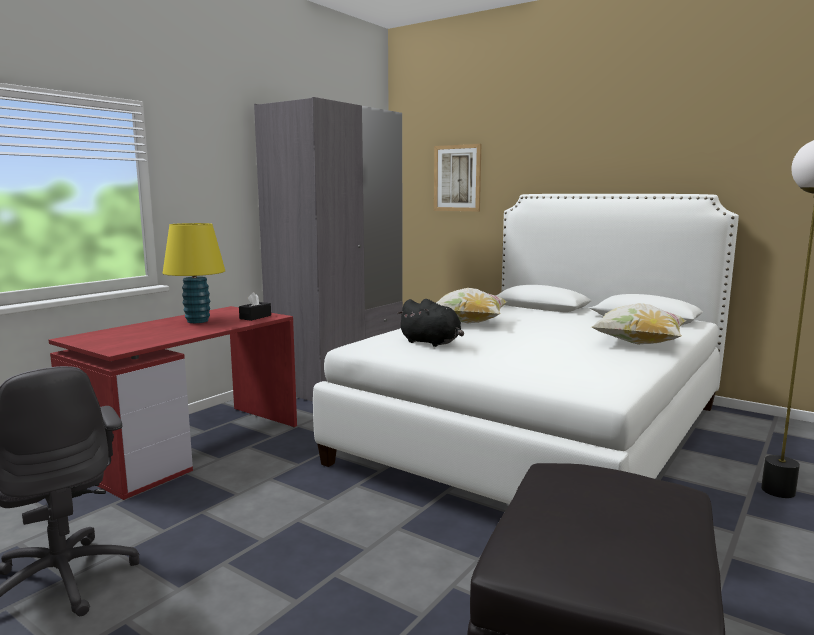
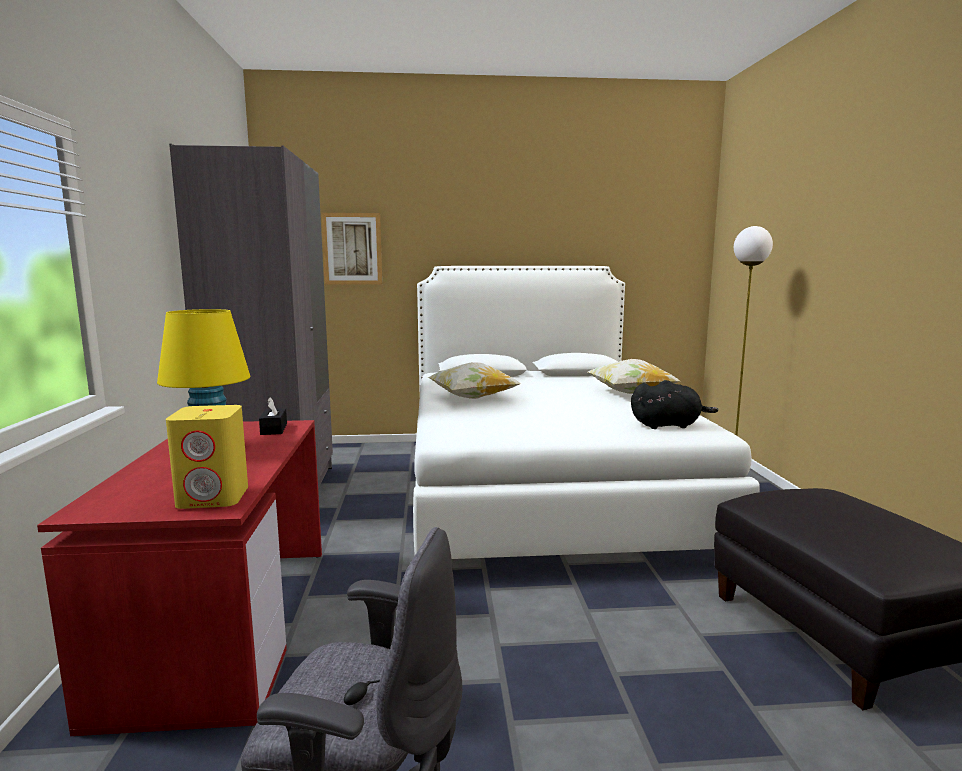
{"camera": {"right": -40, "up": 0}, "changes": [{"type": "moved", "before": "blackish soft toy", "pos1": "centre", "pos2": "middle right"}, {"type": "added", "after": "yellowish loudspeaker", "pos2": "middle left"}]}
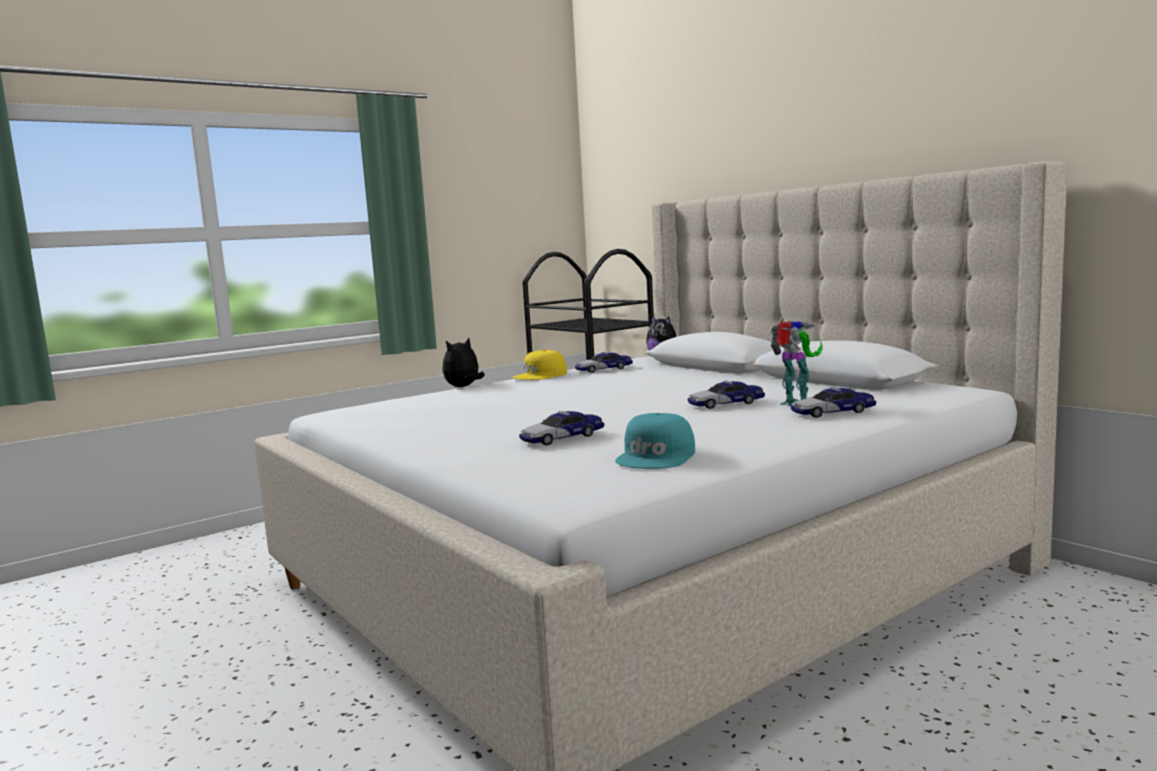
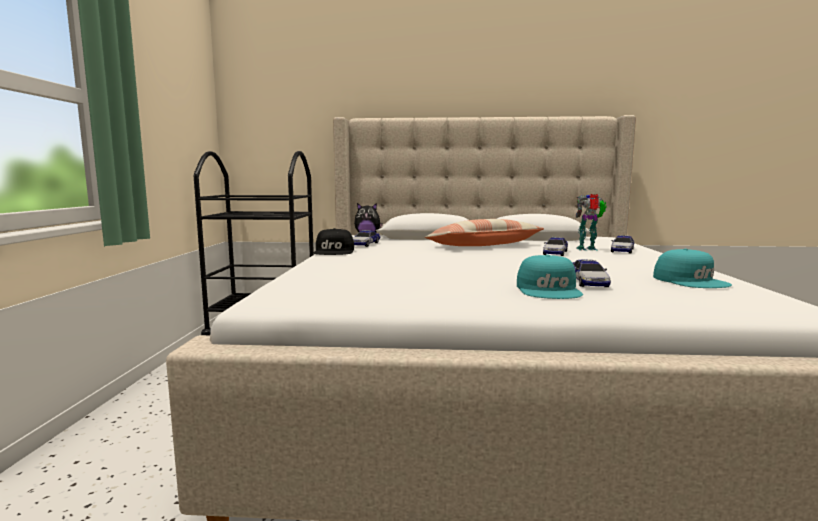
{"camera": {"right": -50, "up": 0}, "changes": [{"type": "removed", "before": "soft toy (1st from left)", "pos1": "centre"}, {"type": "recoloured", "before": "yellowish baseball cap", "after": "blackish baseball cap", "pos1": "centre", "pos2": "centre"}, {"type": "added", "after": "throw pillow", "pos2": "centre"}, {"type": "added", "after": "turquoise baseball cap (1st from left)", "pos2": "middle right"}]}
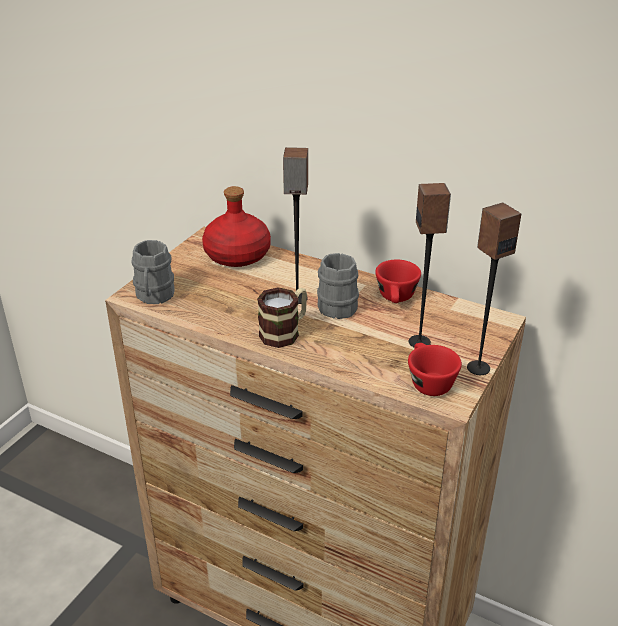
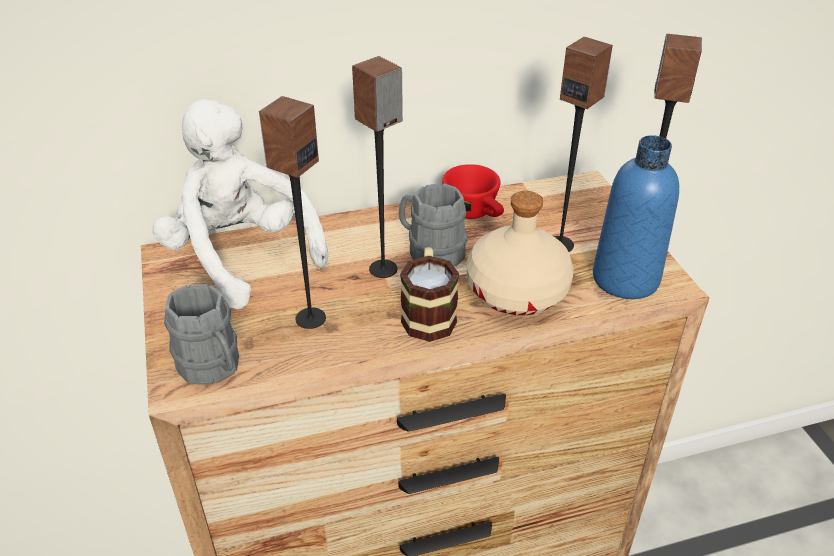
{"camera": {"right": -45, "up": 5}, "changes": [{"type": "replaced", "before": "red beverage bottle", "after": "white soft toy", "pos1": "centre", "pos2": "middle left"}, {"type": "replaced", "before": "red cup (2nd from left)", "after": "blue beverage bottle", "pos1": "middle right", "pos2": "middle right"}, {"type": "added", "after": "loudspeaker (1st from left)", "pos2": "centre"}, {"type": "added", "after": "beige beverage bottle", "pos2": "centre"}]}
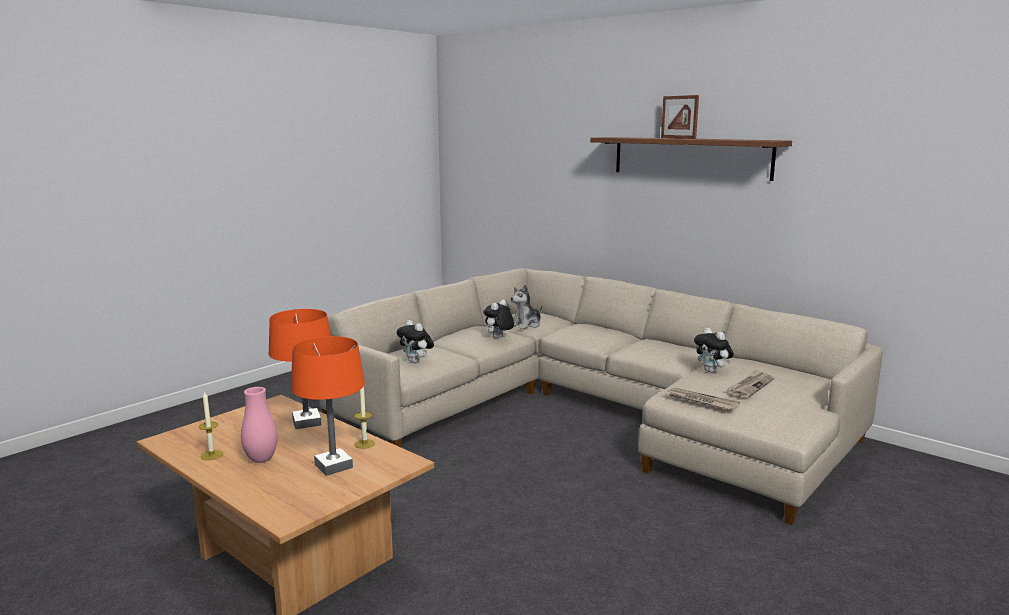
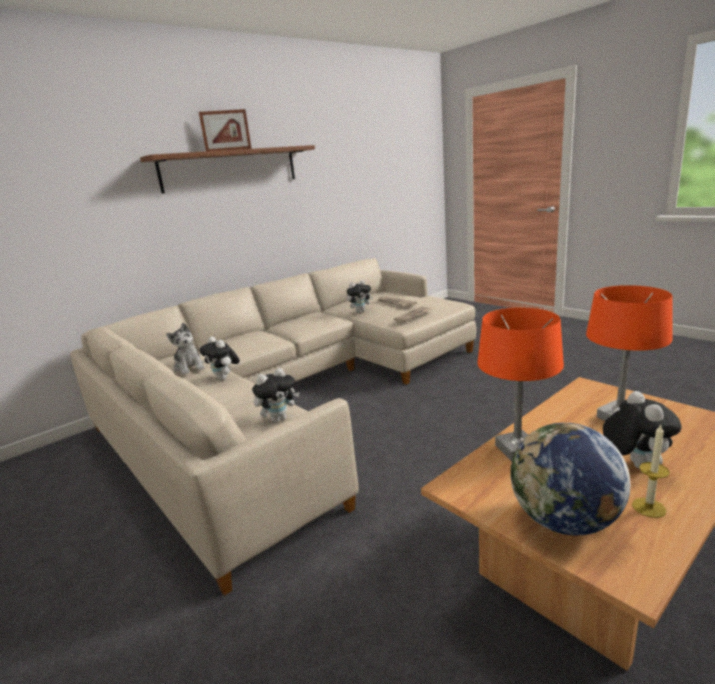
{"camera": {"right": -80, "up": 5}, "changes": [{"type": "removed", "before": "wax light (2nd from left)", "pos1": "bottom centre"}, {"type": "replaced", "before": "pink-coloured vase", "after": "soft toy (5th from left)", "pos1": "bottom left", "pos2": "middle right"}, {"type": "added", "after": "globe", "pos2": "bottom right"}]}
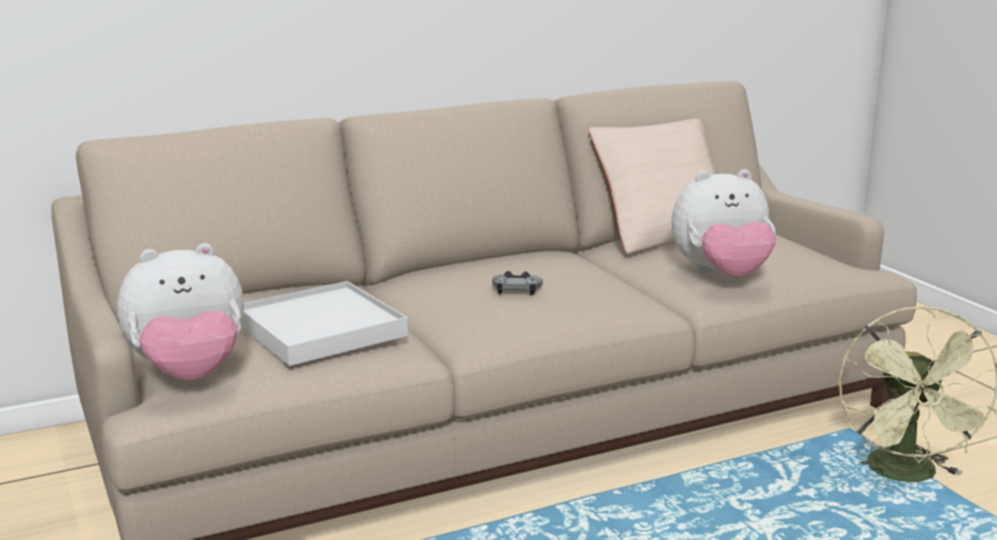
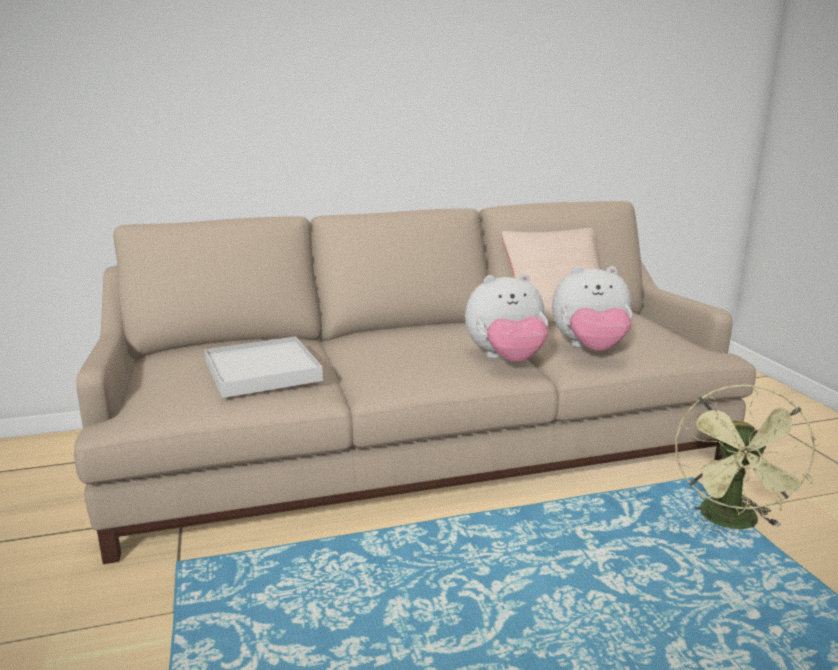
{"camera": {"right": 10, "up": 0}, "changes": [{"type": "moved", "before": "soft toy (1st from left)", "pos1": "middle left", "pos2": "centre"}, {"type": "removed", "before": "gray gamepad", "pos1": "centre"}]}
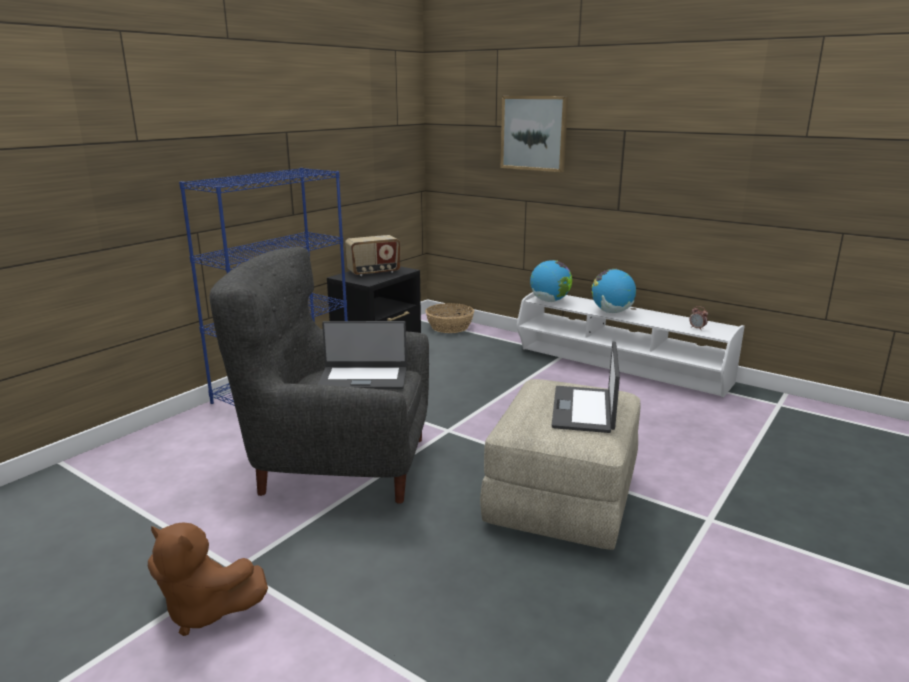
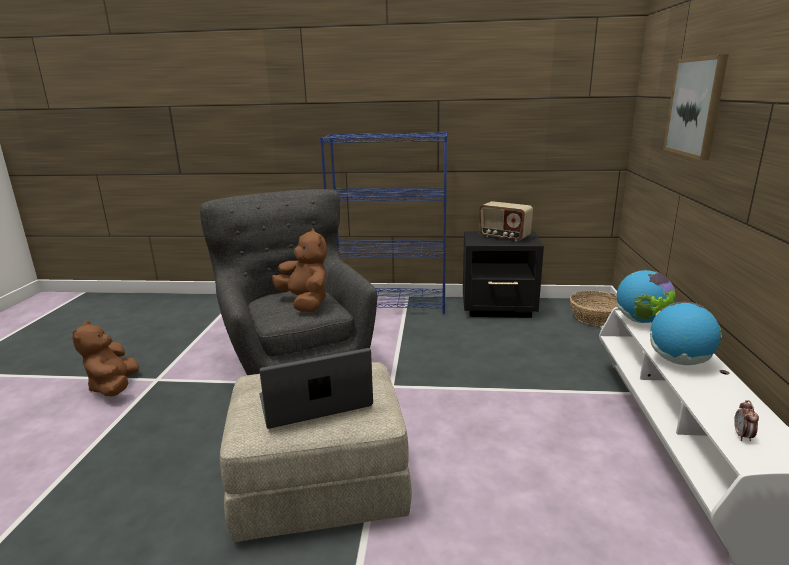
{"camera": {"right": 60, "up": 0}, "changes": [{"type": "replaced", "before": "portable computer (1st from left)", "after": "brownish soft toy (2nd from left)", "pos1": "centre", "pos2": "centre"}]}
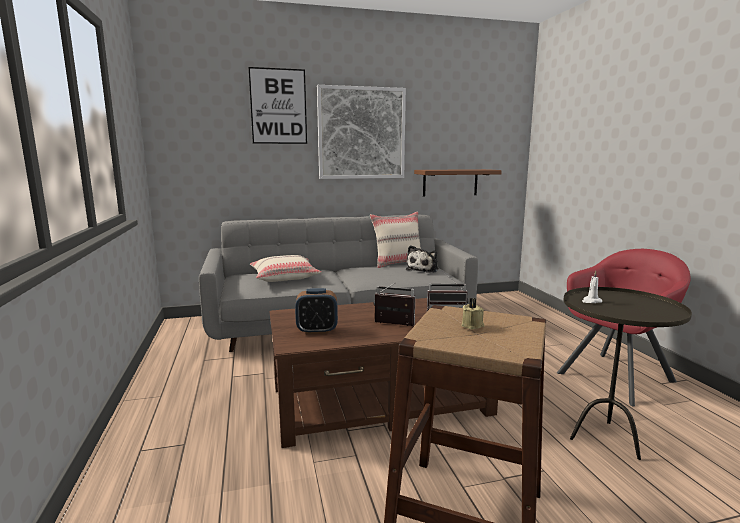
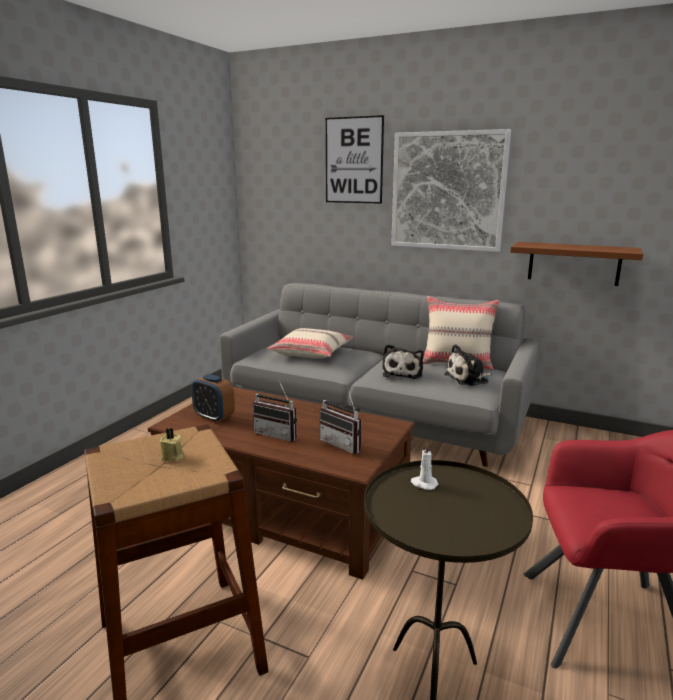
{"camera": {"right": 40, "up": 5}, "changes": [{"type": "turned", "before": "radio (1st from left)", "pos1": "centre", "pos2": "centre", "turn": 150}, {"type": "added", "after": "soft toy (1st from left)", "pos2": "centre"}]}
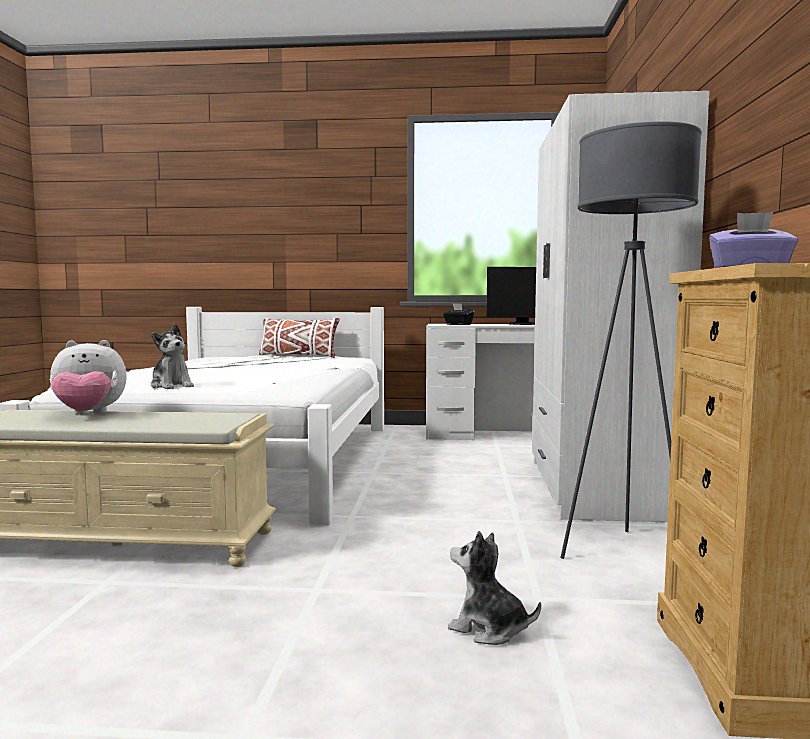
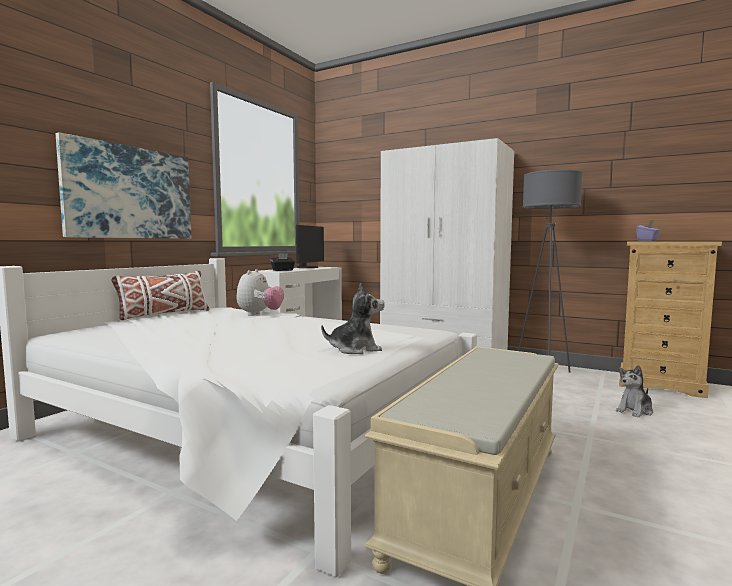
{"camera": {"right": -65, "up": 0}, "changes": [{"type": "moved", "before": "soft toy (1st from left)", "pos1": "middle left", "pos2": "centre"}, {"type": "added", "after": "wall picture", "pos2": "top left"}]}
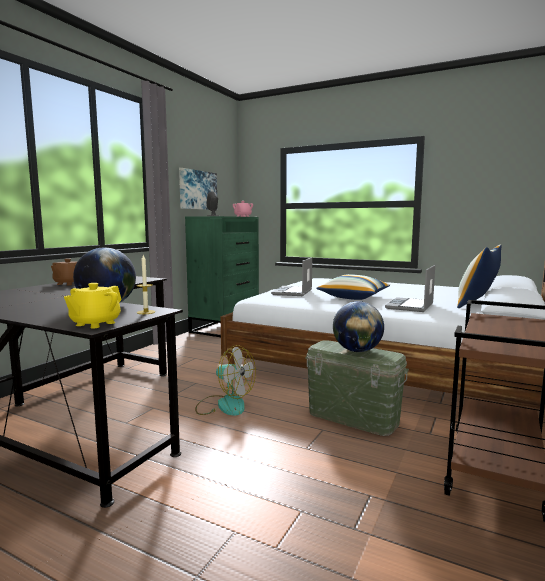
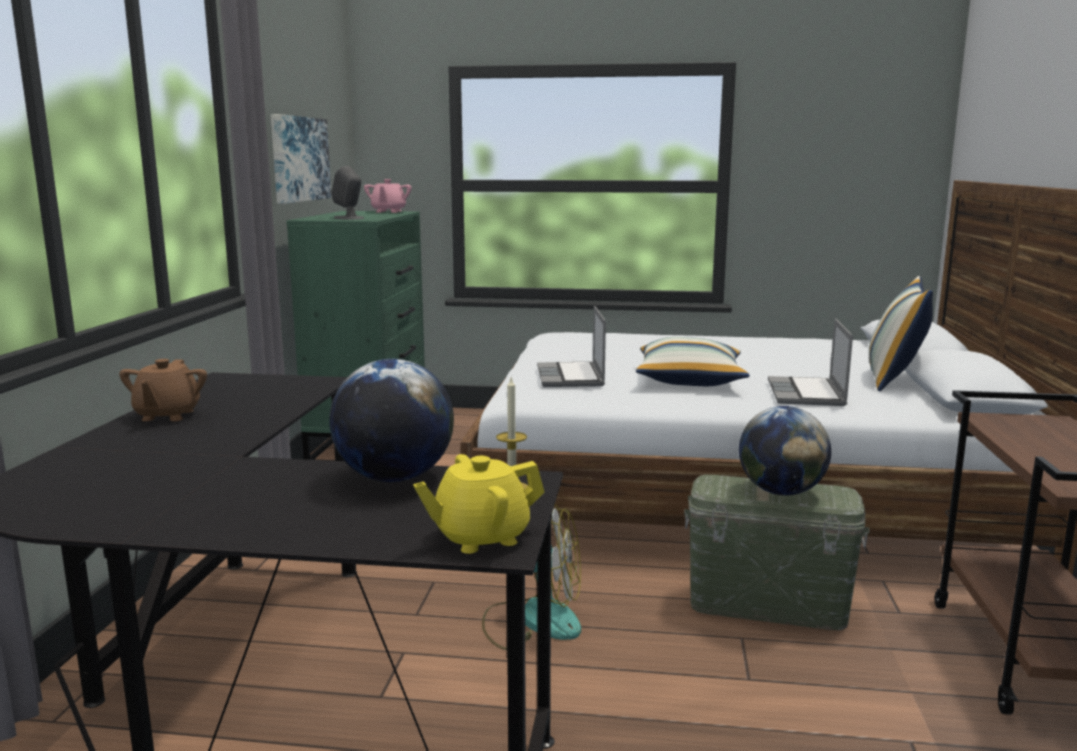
{"camera": {"right": -20, "up": 5}, "changes": [{"type": "turned", "before": "yellowish teapot", "pos1": "middle left", "pos2": "bottom centre", "turn": 60}]}
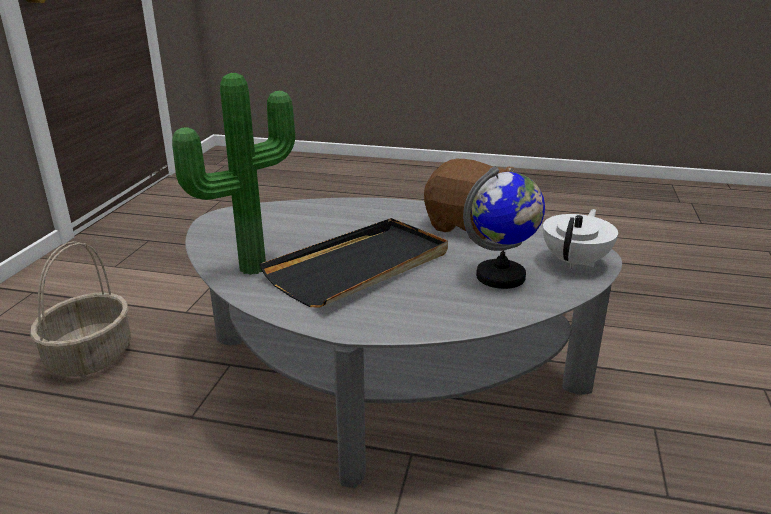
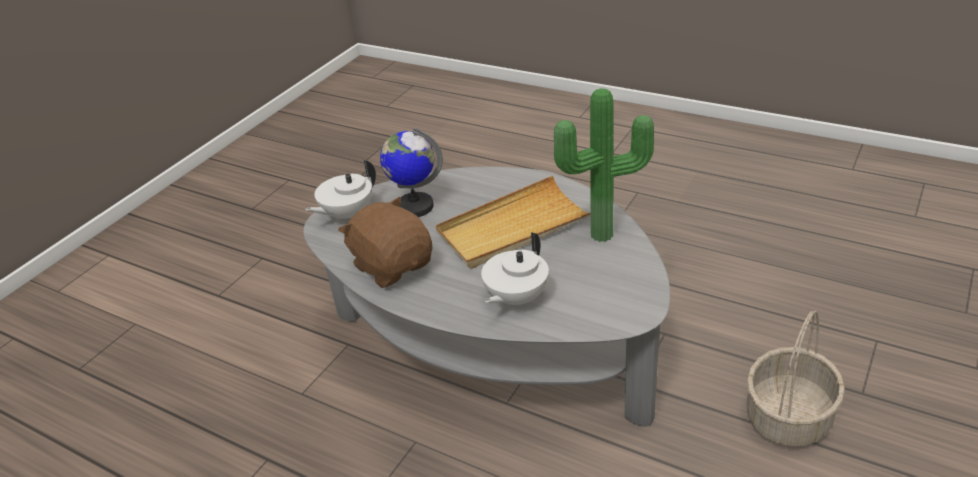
{"camera": {"right": -160, "up": 10}, "changes": [{"type": "recoloured", "before": "blackish tray", "after": "beige tray", "pos1": "centre", "pos2": "centre"}, {"type": "added", "after": "white teapot (2nd from left)", "pos2": "centre"}]}
